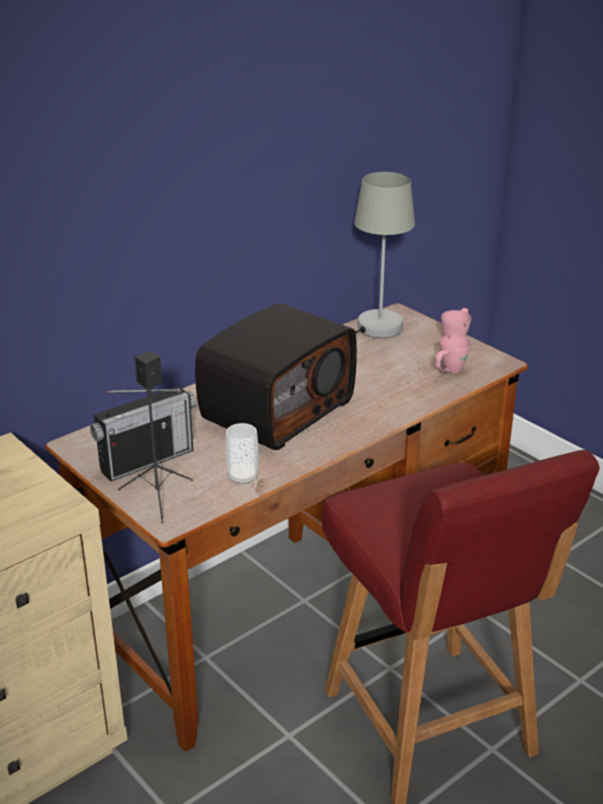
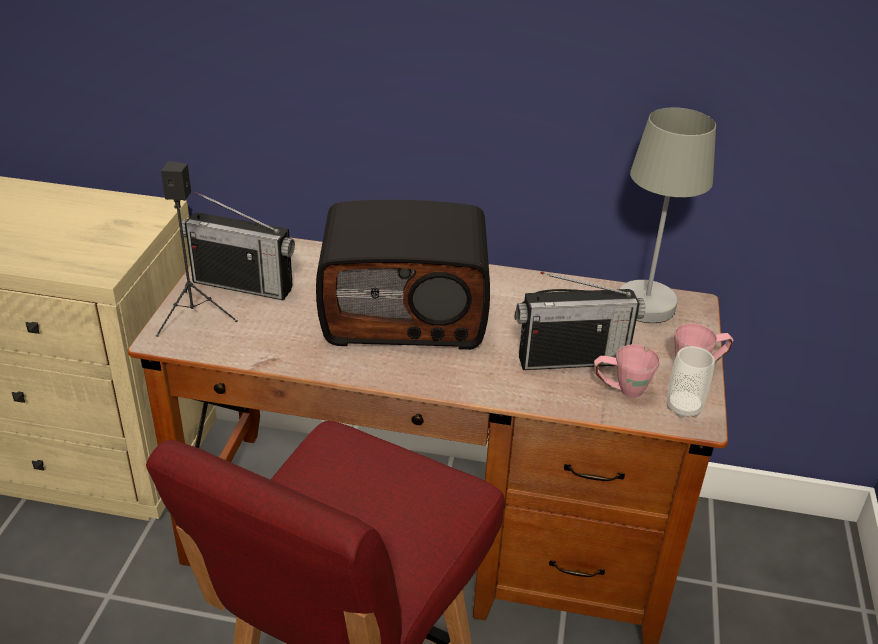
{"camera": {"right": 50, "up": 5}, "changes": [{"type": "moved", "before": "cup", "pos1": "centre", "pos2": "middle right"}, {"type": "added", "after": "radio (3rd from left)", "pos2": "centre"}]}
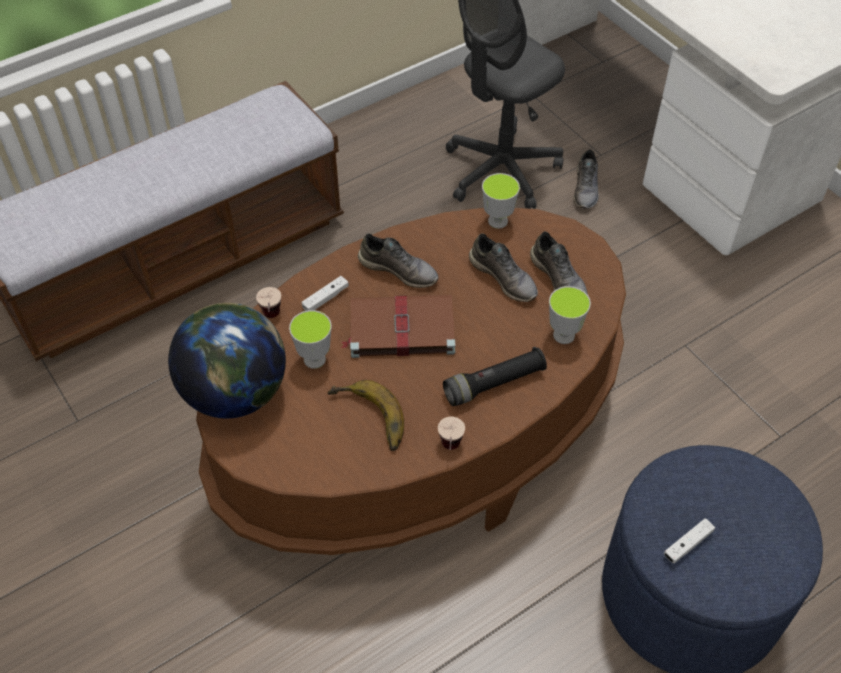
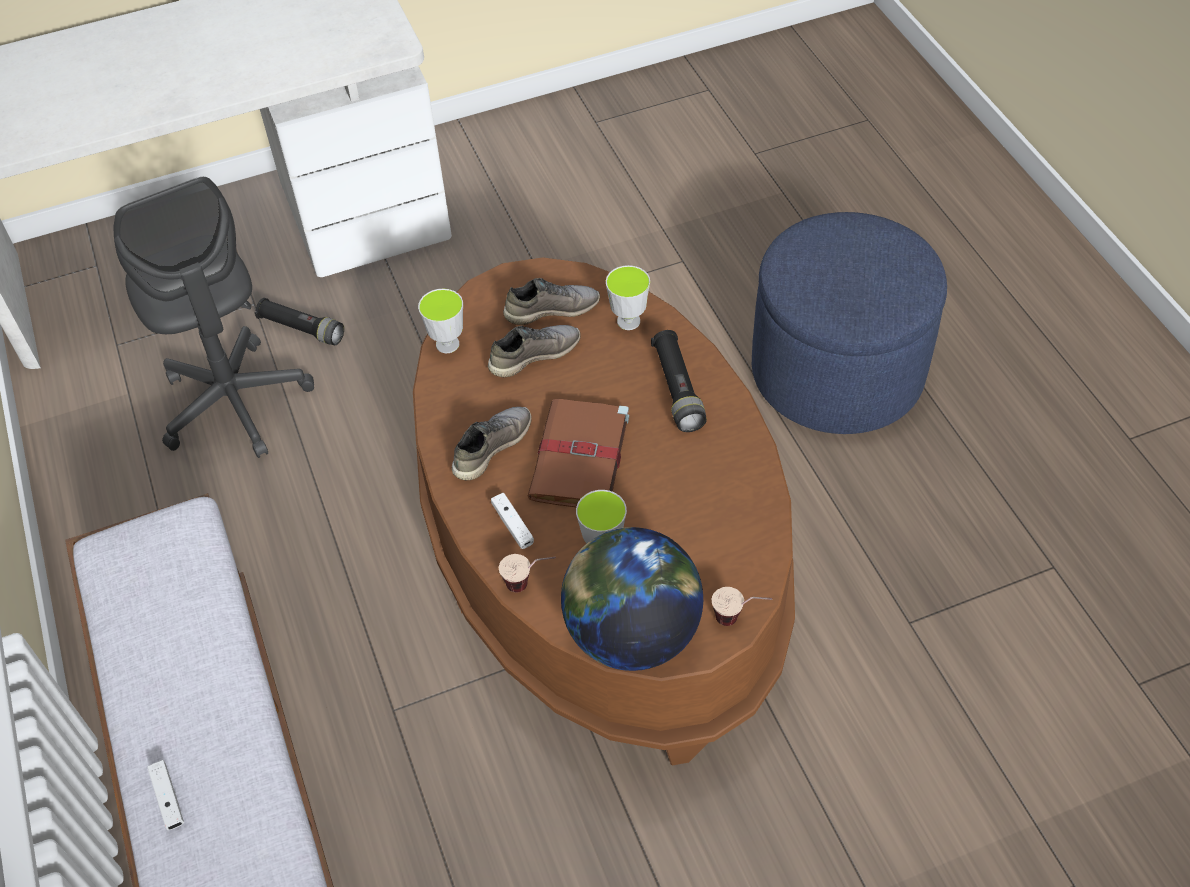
{"camera": {"right": -75, "up": 0}, "changes": [{"type": "replaced", "before": "gray shoe (4th from left)", "after": "blackish hand torch (1st from left)", "pos1": "top right", "pos2": "middle left"}, {"type": "removed", "before": "banana", "pos1": "centre"}, {"type": "moved", "before": "cup (3rd from left in the first image)", "after": "cup (5th from left)", "pos1": "centre", "pos2": "bottom centre"}, {"type": "moved", "before": "white gamepad (2nd from left in the first image)", "after": "white gamepad (1st from left)", "pos1": "bottom right", "pos2": "bottom left"}]}
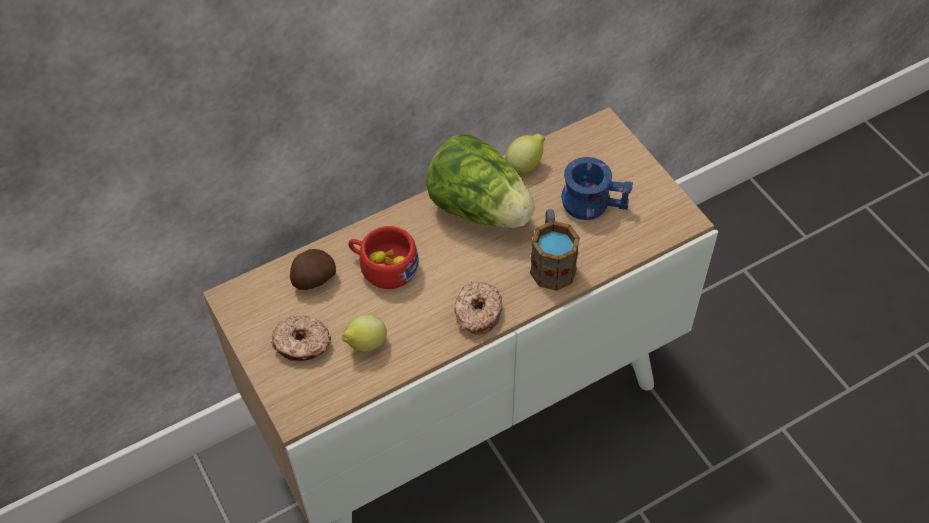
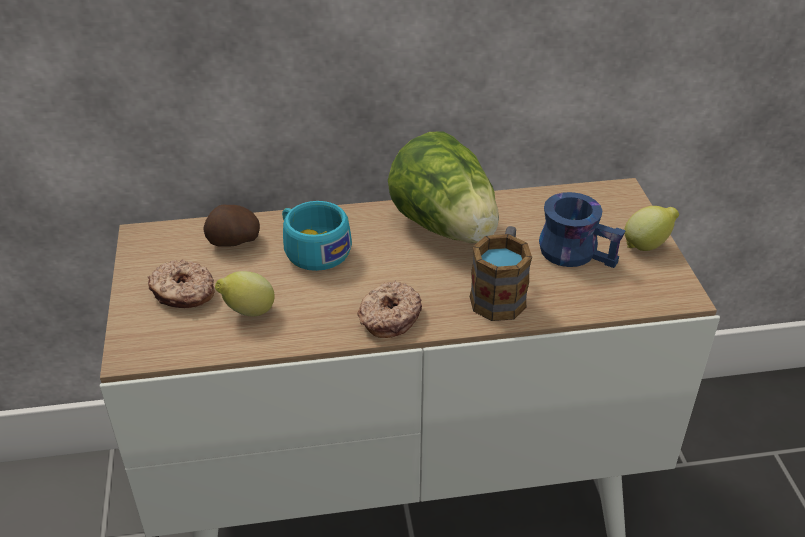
{"camera": {"right": 20, "up": -15}, "changes": [{"type": "moved", "before": "lemon (2nd from left)", "pos1": "top centre", "pos2": "middle right"}, {"type": "recoloured", "before": "red cup", "after": "turquoise cup", "pos1": "centre", "pos2": "centre"}]}
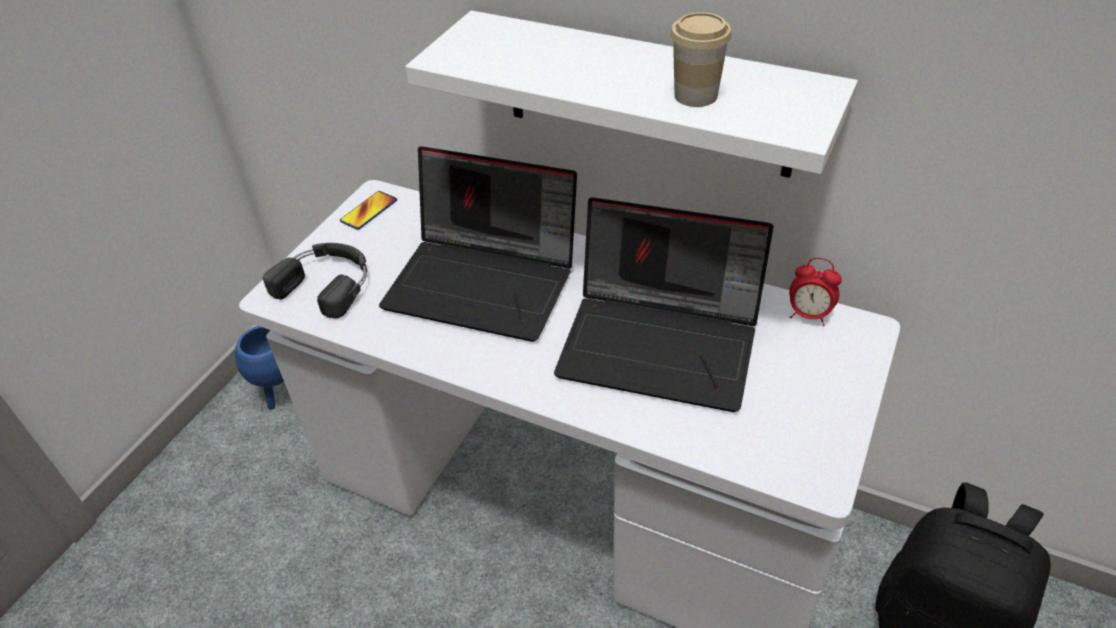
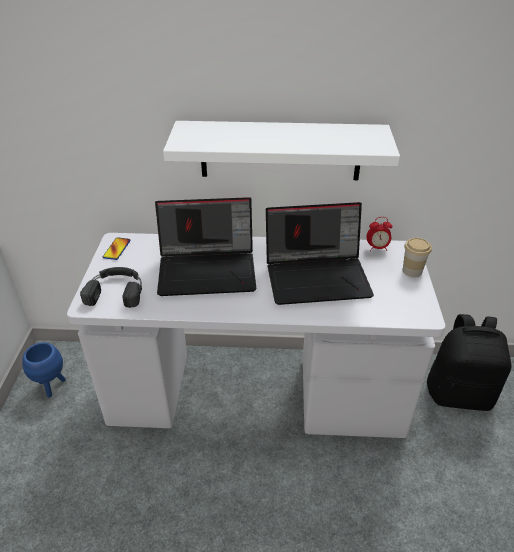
{"camera": {"right": -25, "up": -5}, "changes": [{"type": "moved", "before": "cup", "pos1": "top centre", "pos2": "middle right"}]}
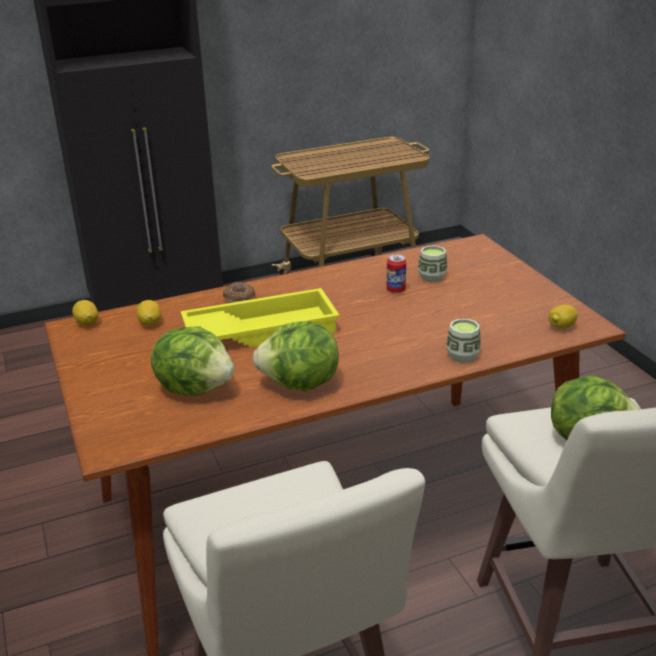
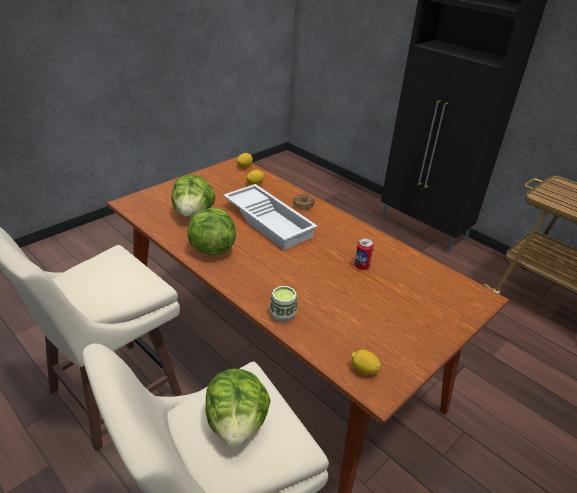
{"camera": {"right": 65, "up": 5}, "changes": [{"type": "removed", "before": "cup (1st from left)", "pos1": "centre"}, {"type": "recoloured", "before": "yellowish tray", "after": "white tray", "pos1": "centre", "pos2": "centre"}]}
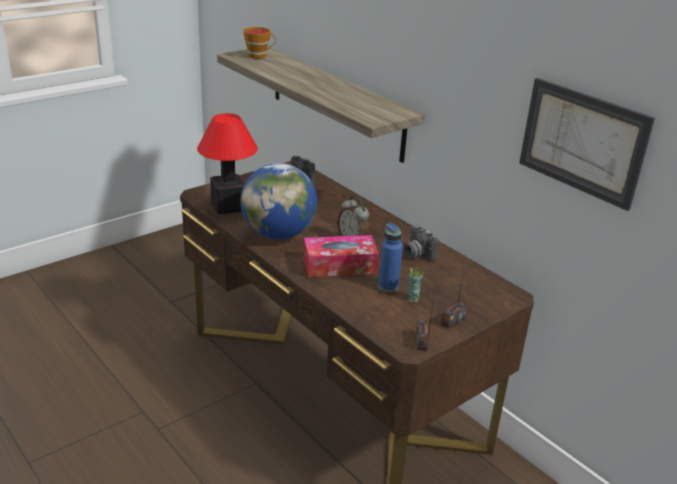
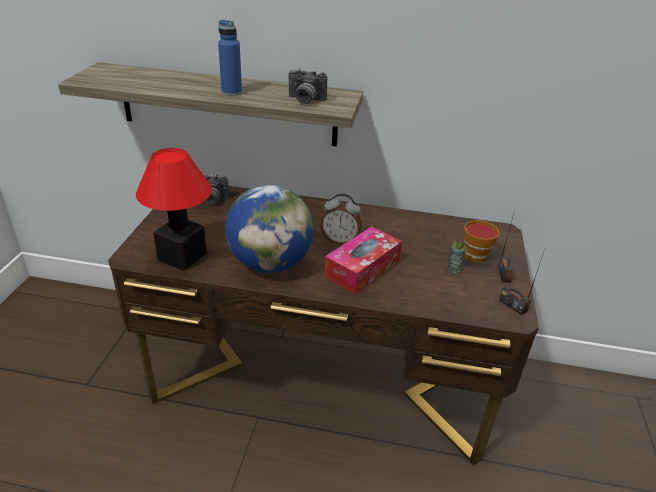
{"camera": {"right": -40, "up": 5}, "changes": [{"type": "moved", "before": "cup (1st from left in the first image)", "after": "cup (2nd from left)", "pos1": "top centre", "pos2": "middle right"}, {"type": "removed", "before": "wall picture", "pos1": "top right"}, {"type": "moved", "before": "blue beverage bottle", "pos1": "centre", "pos2": "top centre"}, {"type": "moved", "before": "still camera (2nd from left)", "pos1": "centre", "pos2": "top centre"}]}
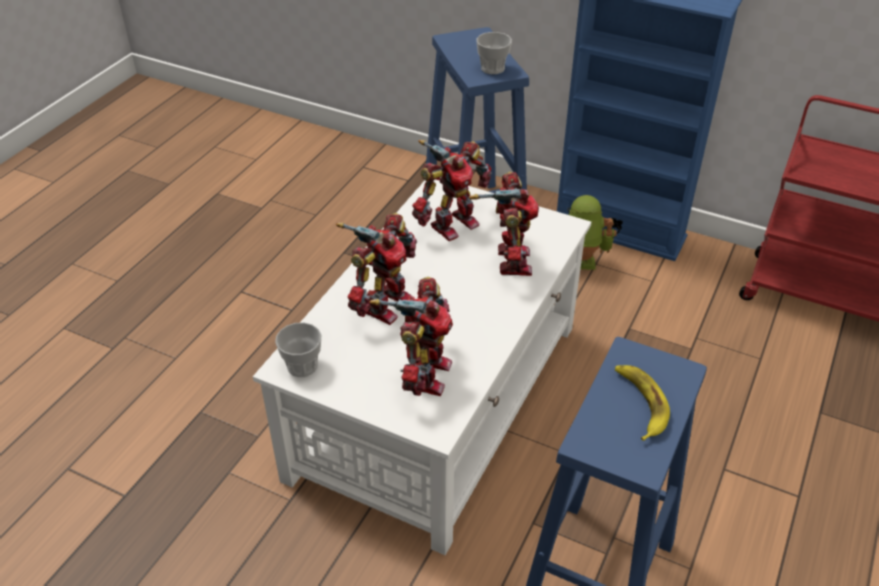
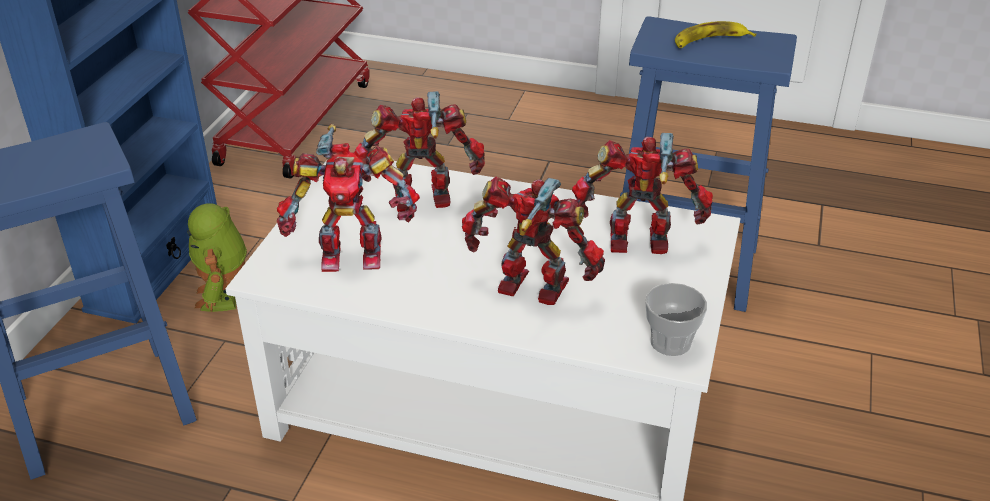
{"camera": {"right": -100, "up": -5}, "changes": [{"type": "removed", "before": "cup (2nd from left)", "pos1": "top centre"}, {"type": "turned", "before": "model robot (3rd from left in the first image)", "pos1": "top centre", "pos2": "centre", "turn": 135}]}
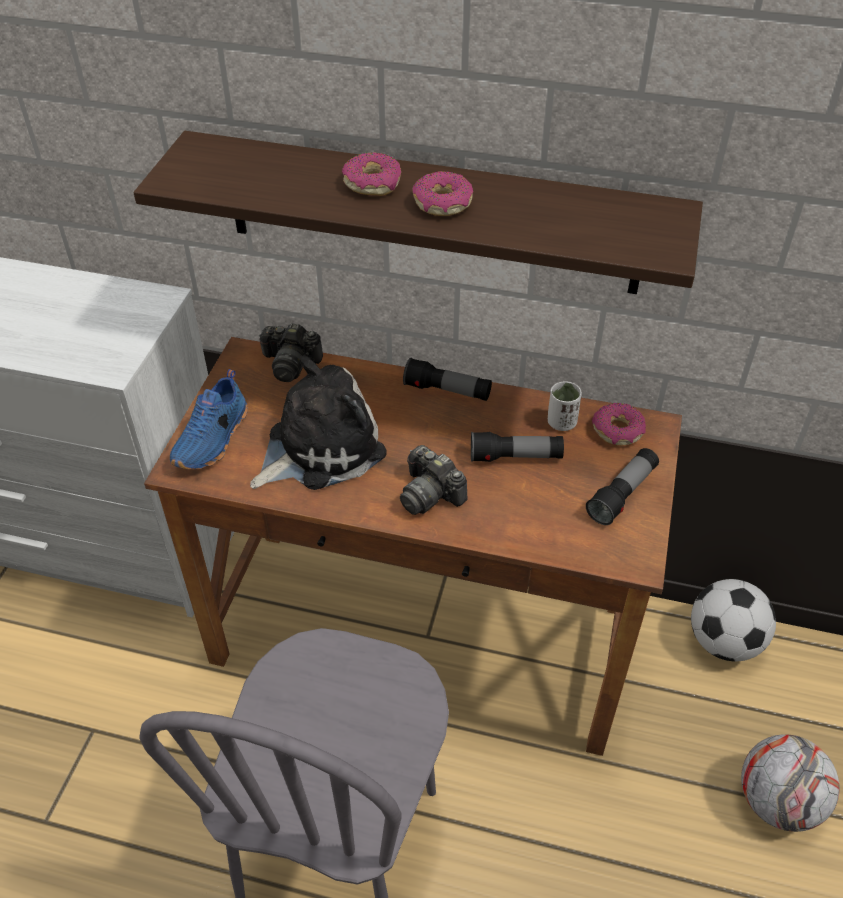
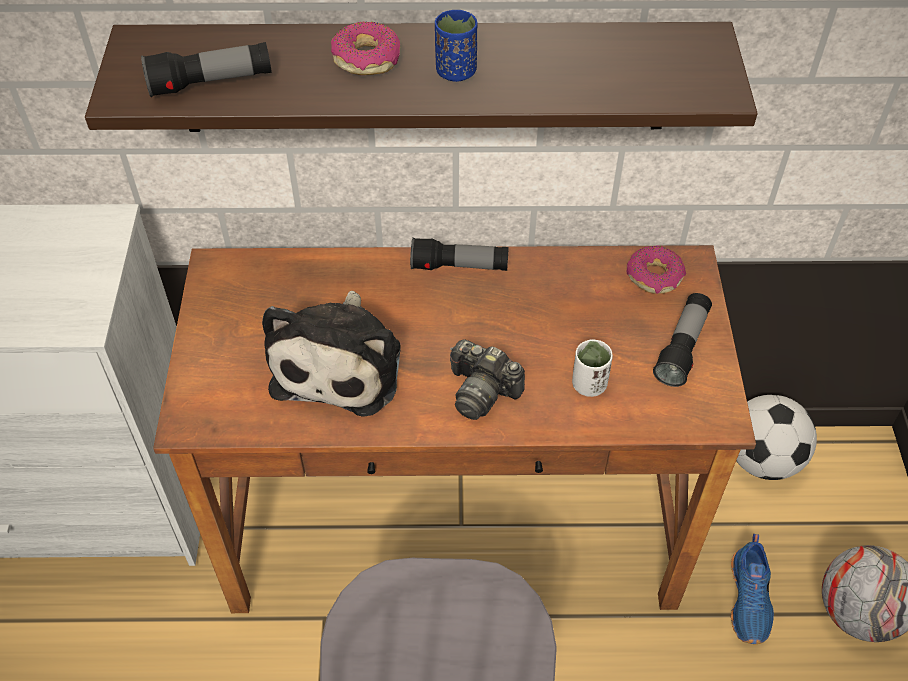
{"camera": {"right": -15, "up": 5}, "changes": [{"type": "replaced", "before": "donut (2nd from left)", "after": "blue cup", "pos1": "top centre", "pos2": "top centre"}, {"type": "removed", "before": "still camera (1st from left)", "pos1": "centre"}, {"type": "turned", "before": "soft toy", "pos1": "centre", "pos2": "centre", "turn": 150}, {"type": "moved", "before": "blue shoe", "pos1": "middle left", "pos2": "bottom right"}, {"type": "moved", "before": "white cup", "pos1": "middle right", "pos2": "centre"}, {"type": "moved", "before": "hand torch (2nd from left in the first image)", "after": "hand torch (1st from left)", "pos1": "centre", "pos2": "top left"}]}
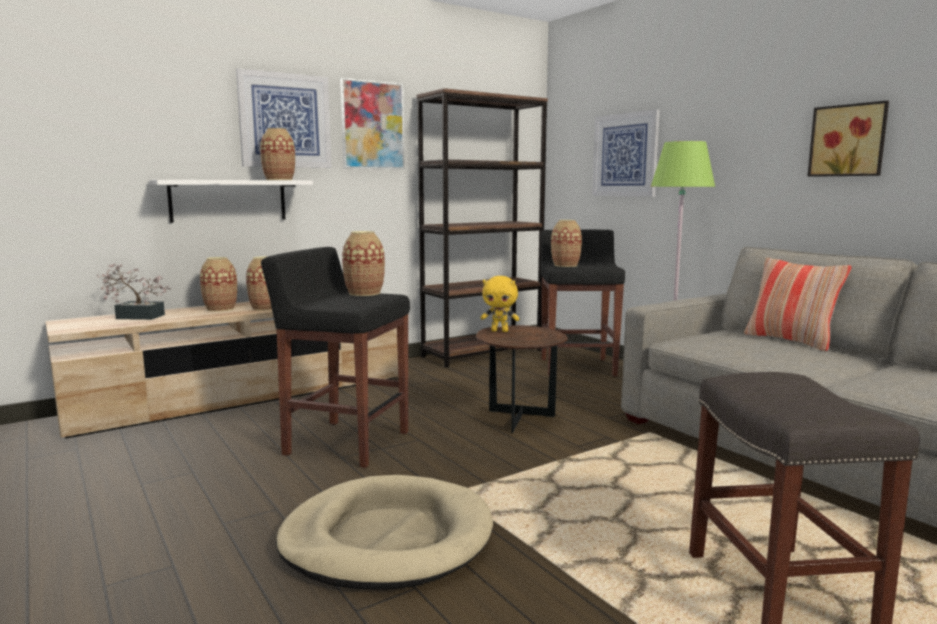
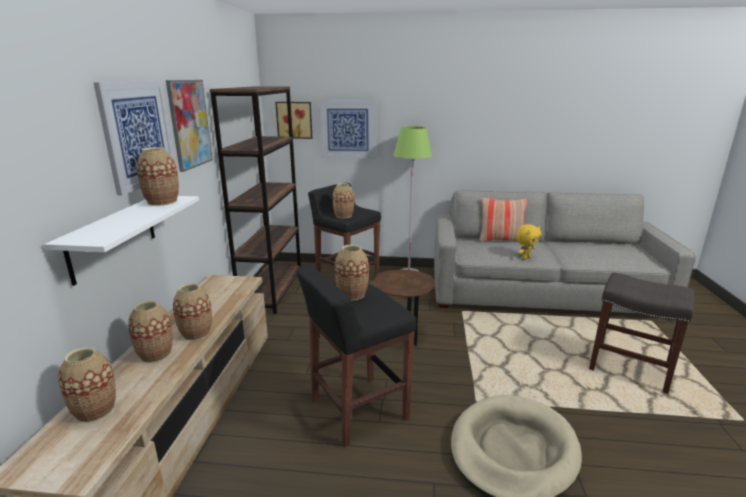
{"camera": {"right": -50, "up": 10}, "changes": [{"type": "moved", "before": "wall picture (4th from left in the first image)", "after": "wall picture (3rd from left)", "pos1": "top right", "pos2": "top centre"}, {"type": "replaced", "before": "houseplant", "after": "vase (1st from left)", "pos1": "middle left", "pos2": "bottom left"}, {"type": "moved", "before": "yellowish soft toy", "pos1": "centre", "pos2": "middle right"}]}
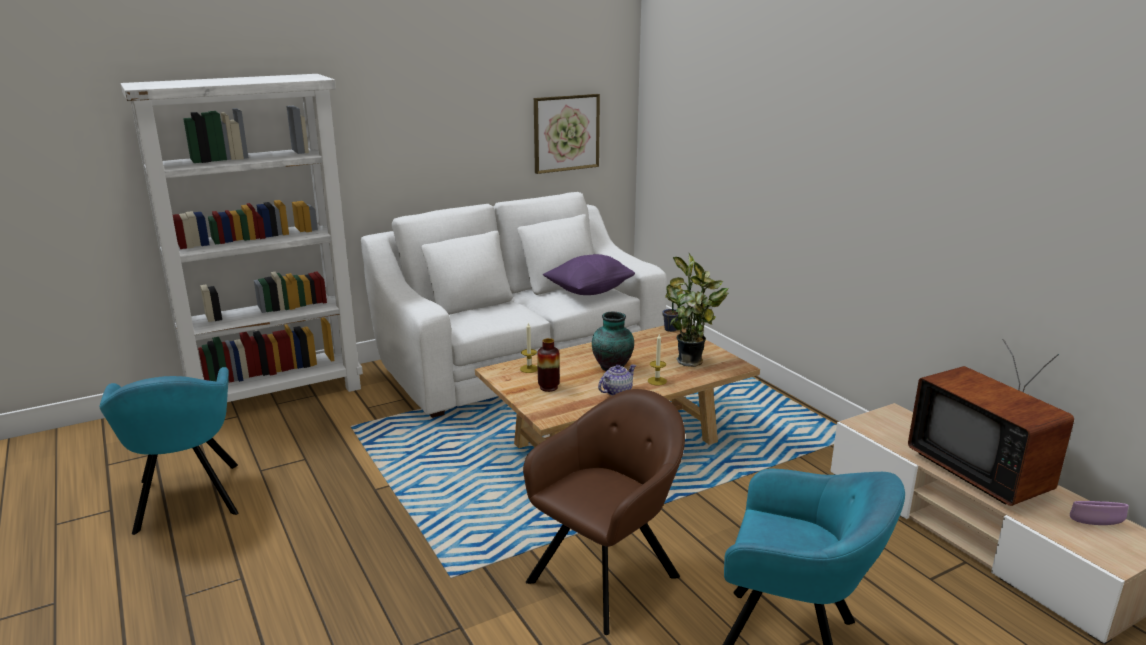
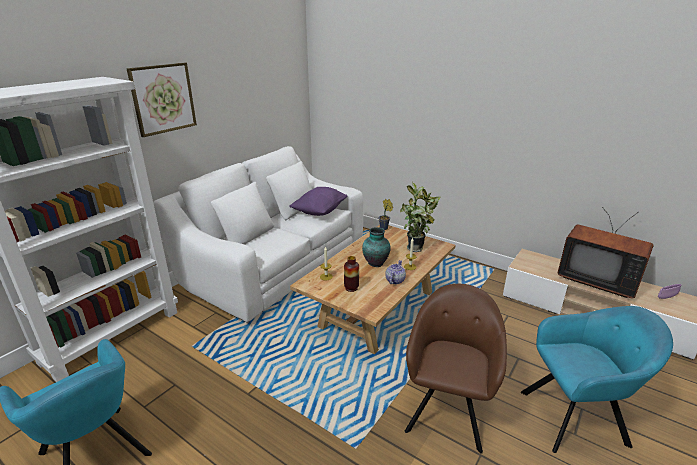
{"camera": {"right": -25, "up": 5}, "changes": [{"type": "moved", "before": "wall picture", "pos1": "top centre", "pos2": "top left"}]}
